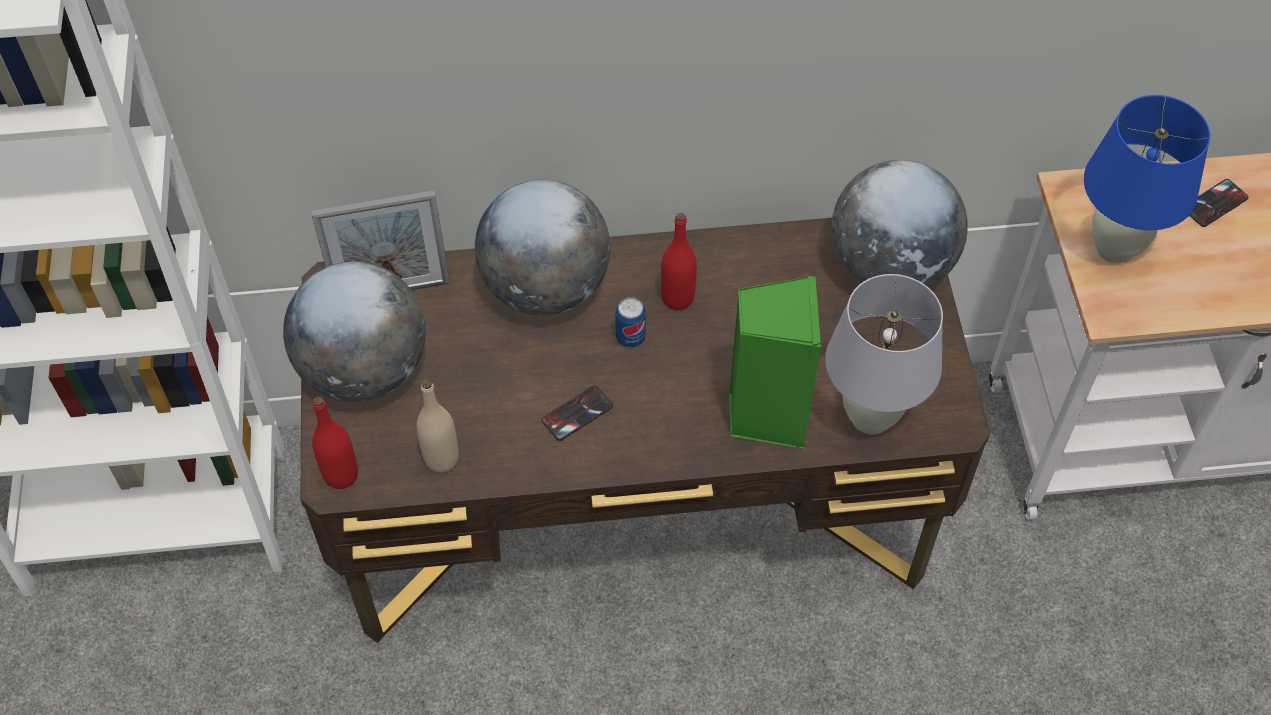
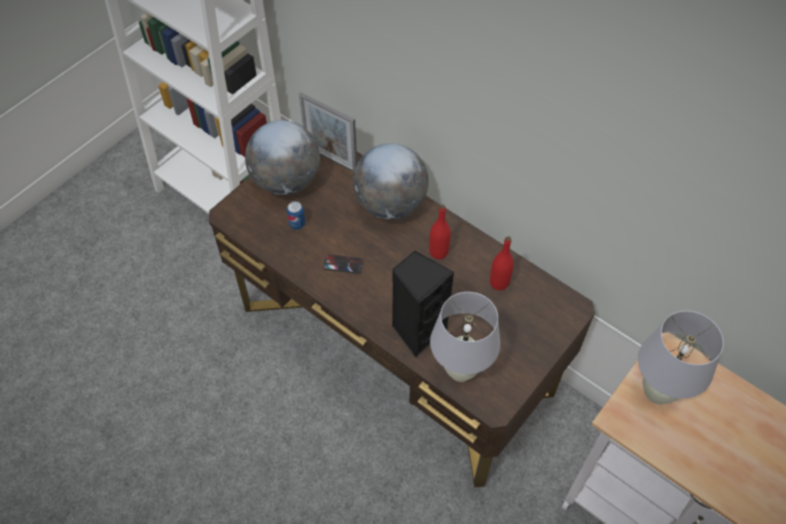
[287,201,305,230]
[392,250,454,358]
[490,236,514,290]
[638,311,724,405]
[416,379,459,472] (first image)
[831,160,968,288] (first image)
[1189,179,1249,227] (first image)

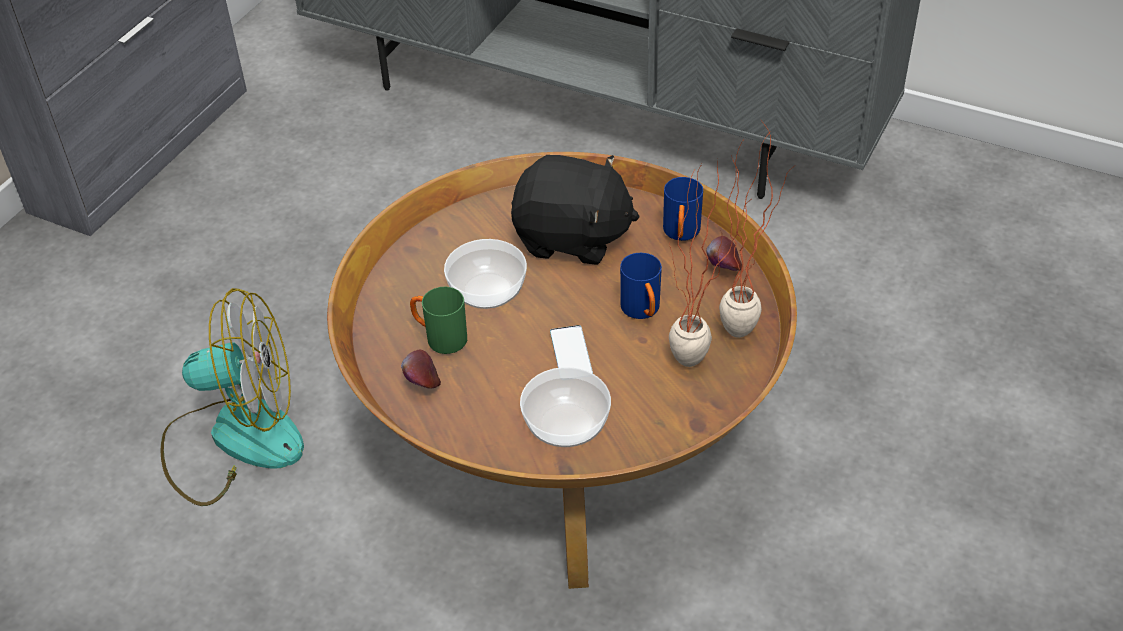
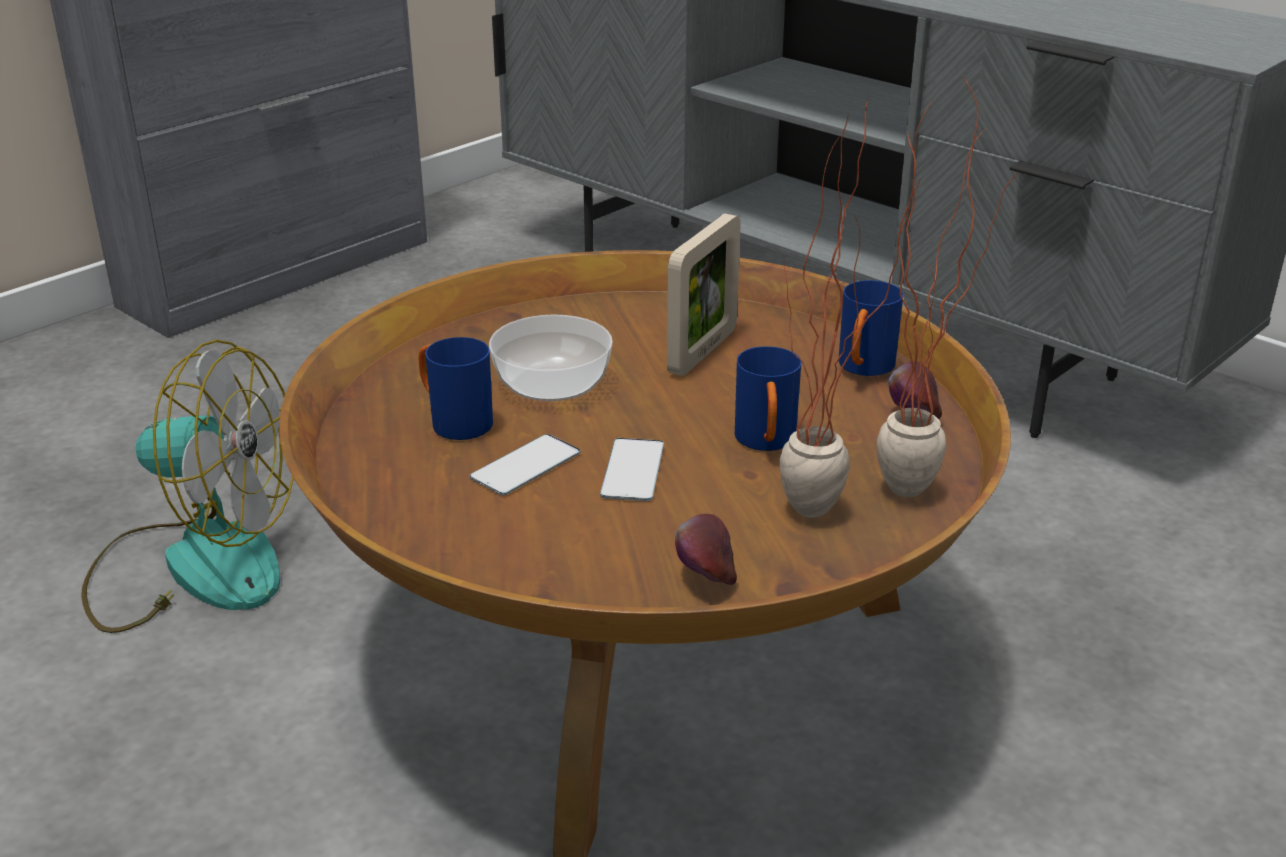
[418,337,493,440]
[469,434,581,495]
[667,213,741,376]
[675,514,737,585]
[520,367,611,447] (first image)

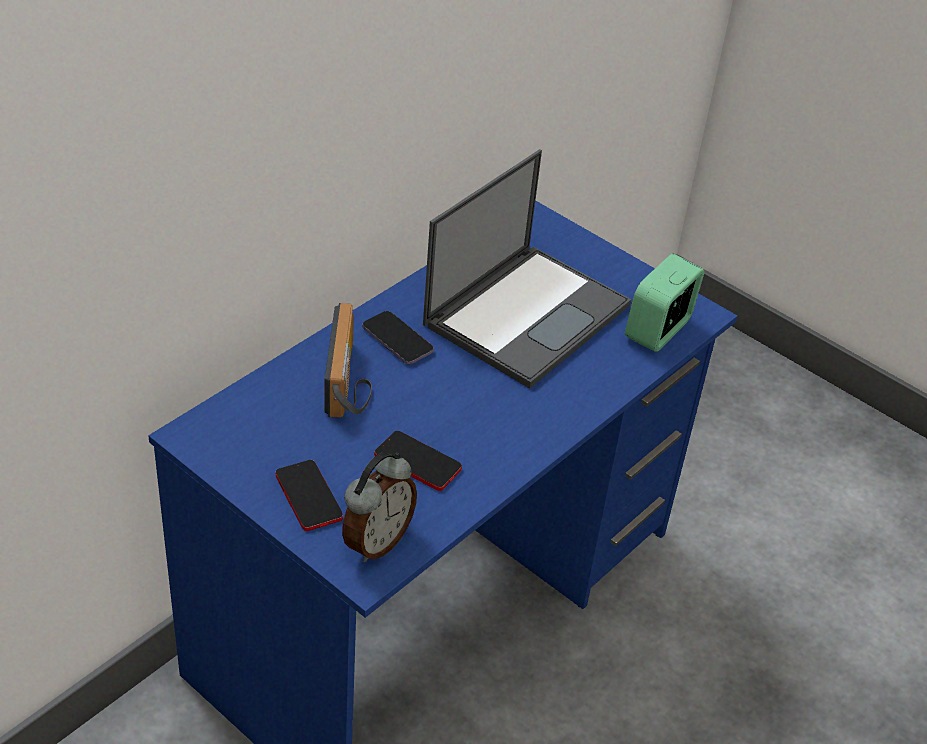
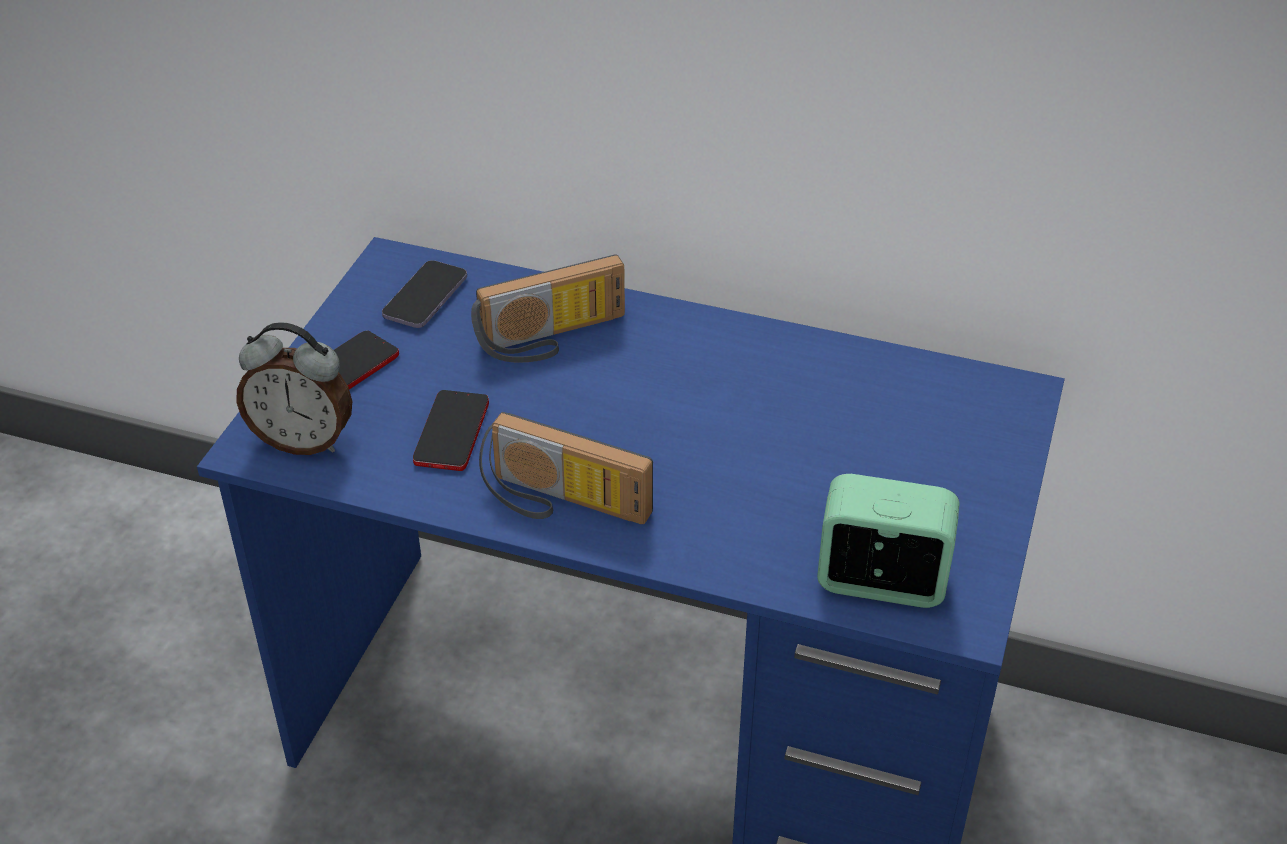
[382,260,467,328]
[479,412,653,524]
[423,149,631,389] (first image)

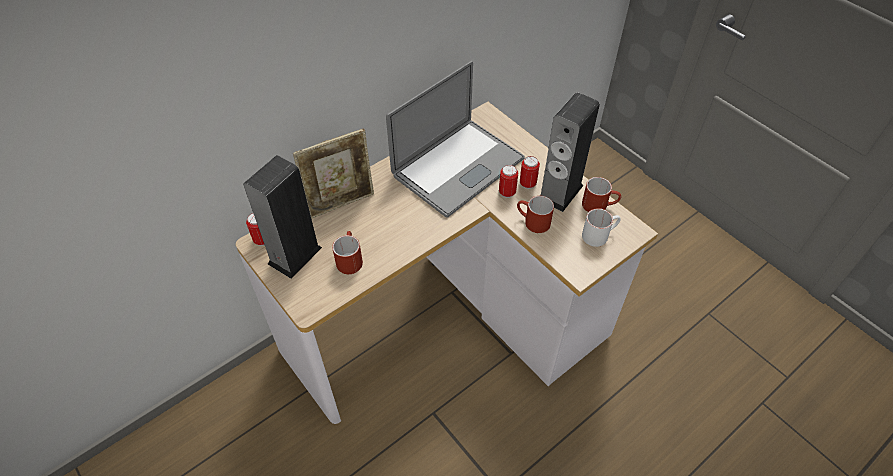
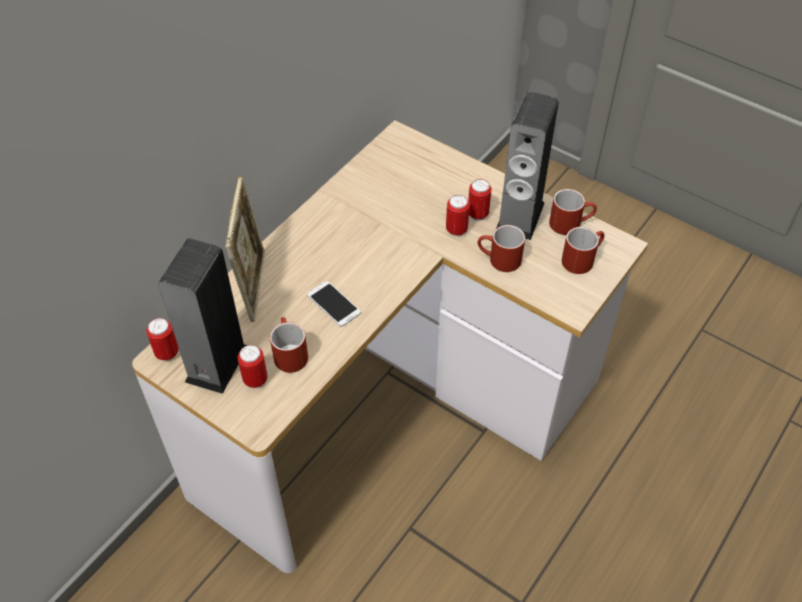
[225,176,265,322]
[238,345,268,388]
[307,281,361,327]
[562,227,605,274]
[386,61,525,218] (first image)

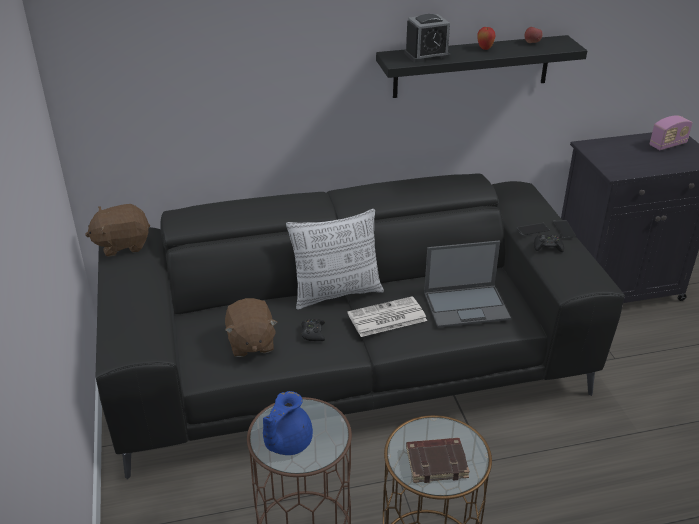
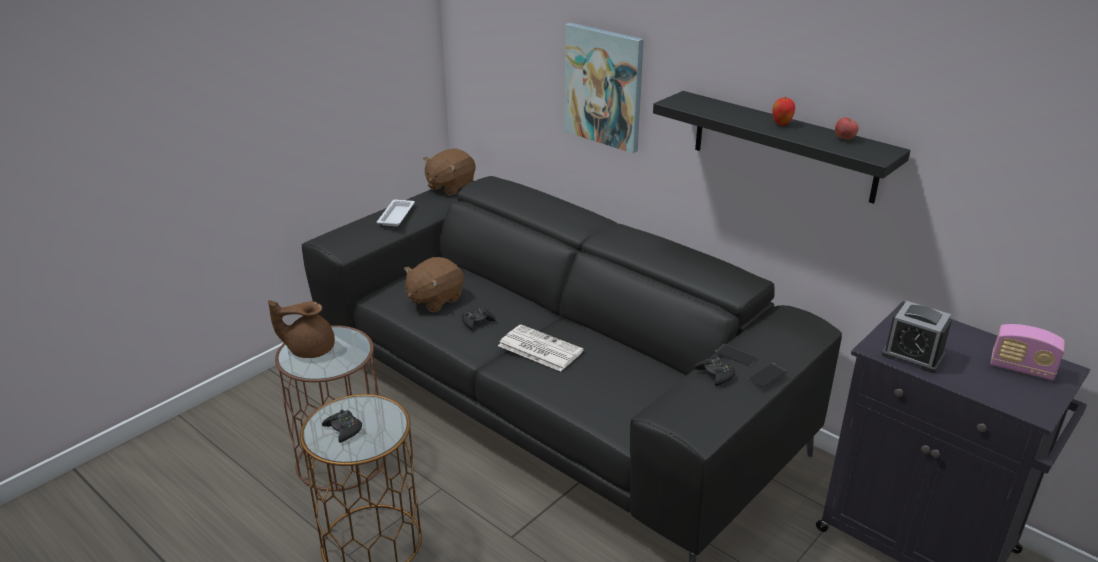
[268,300,335,358]
[322,409,362,443]
[377,200,415,226]
[423,148,475,195]
[564,23,644,153]
[882,301,952,373]
[286,209,384,310] (first image)
[424,240,511,328] (first image)

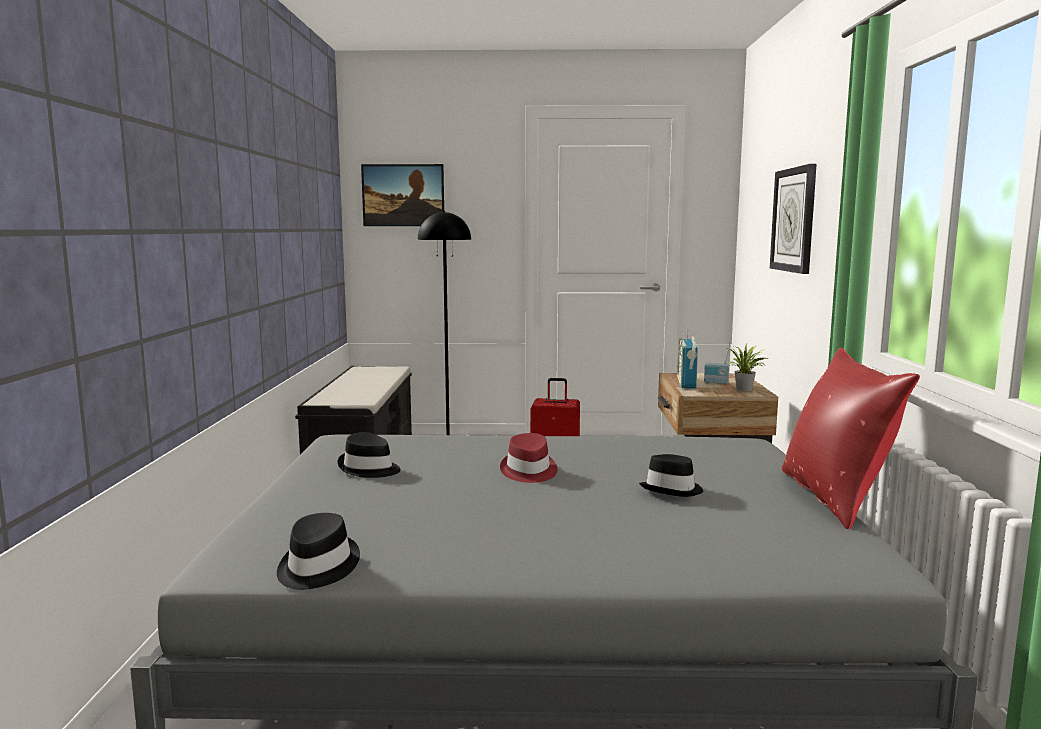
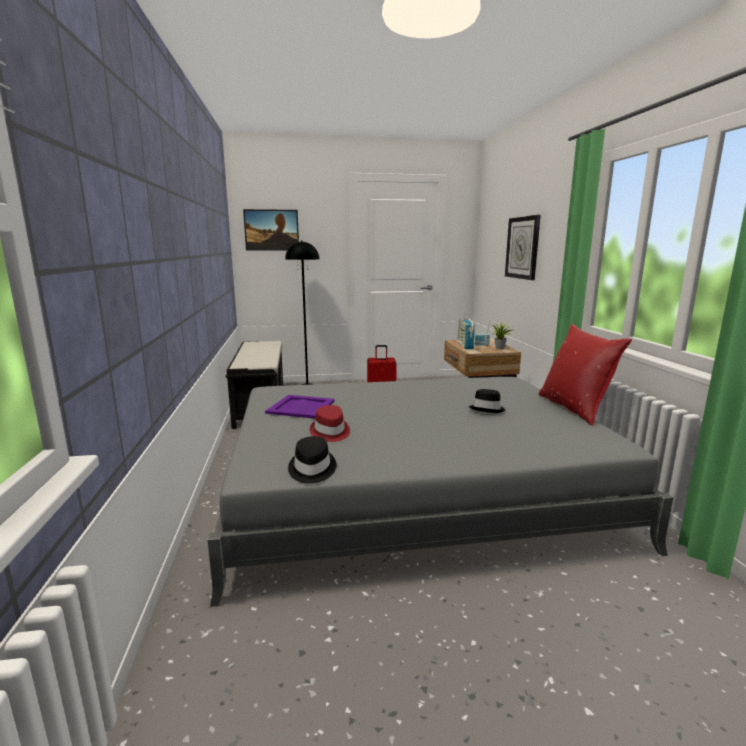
[265,395,335,419]
[310,405,350,442]

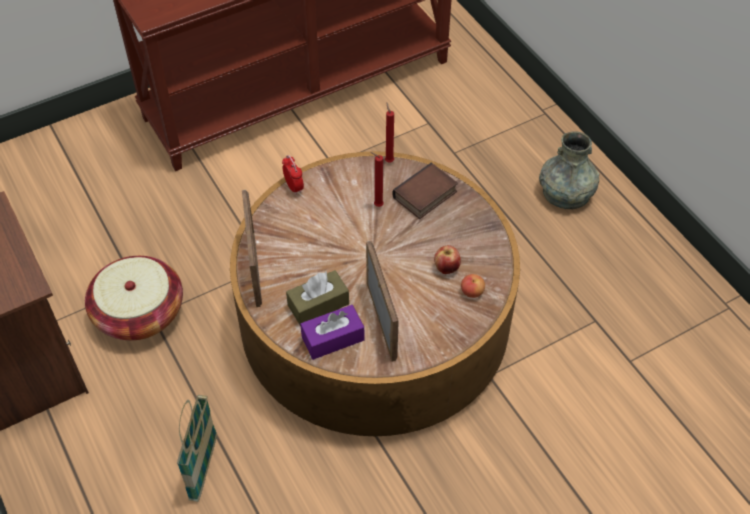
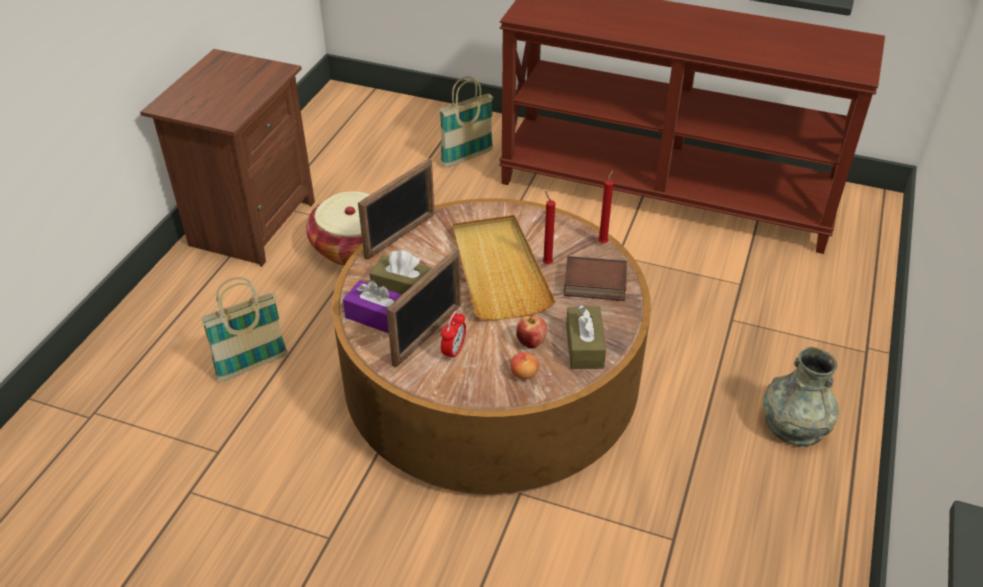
[439,76,493,167]
[441,311,466,361]
[452,215,556,321]
[566,305,606,369]

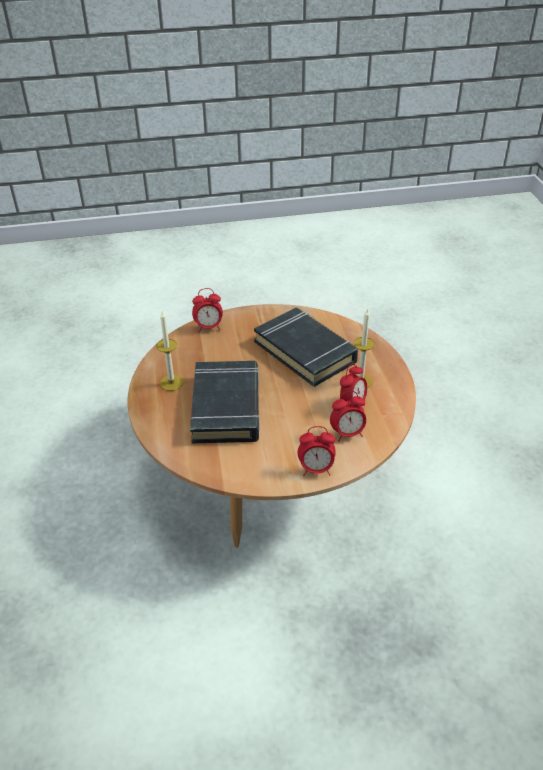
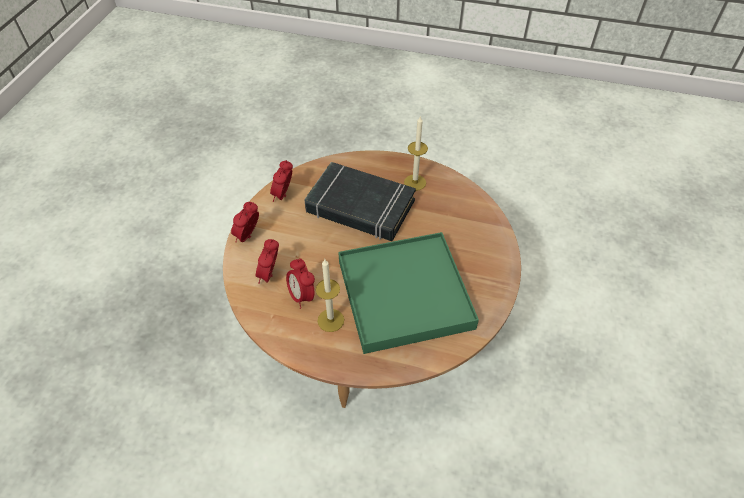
[270,160,293,202]
[338,232,479,354]

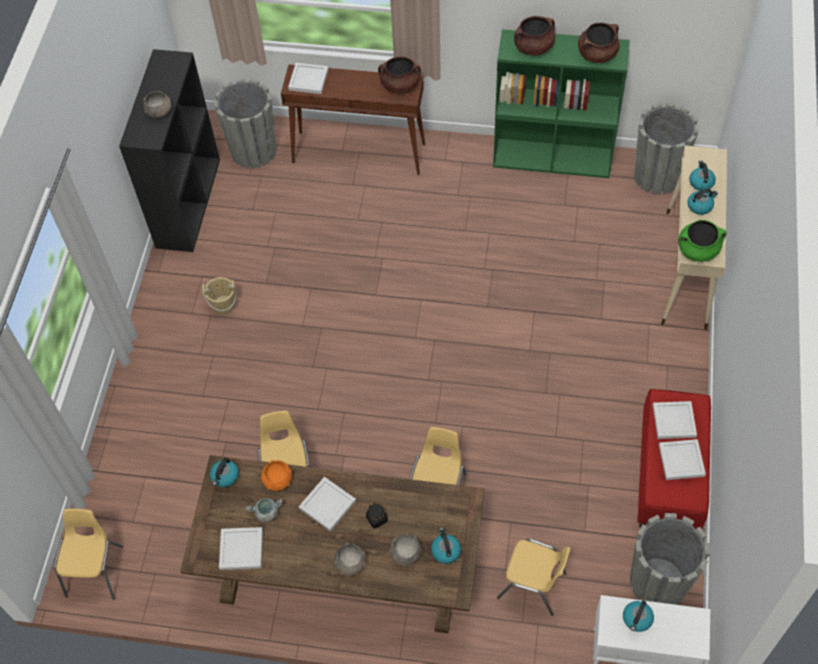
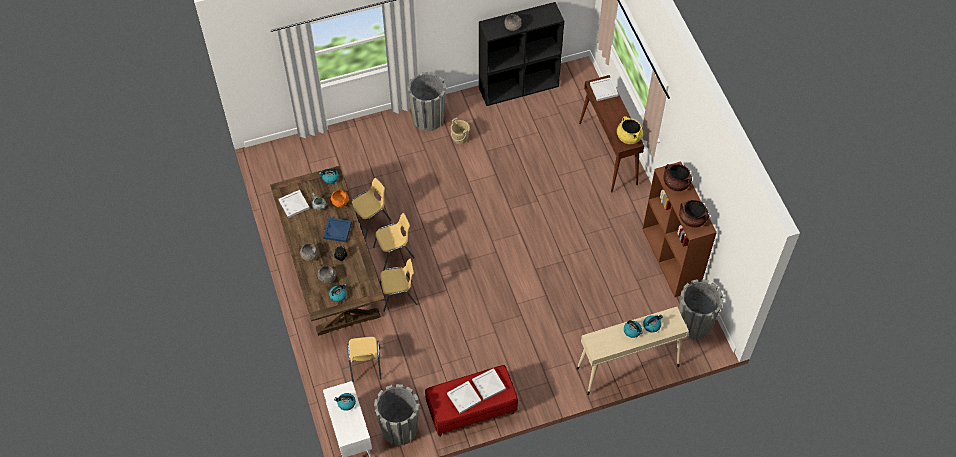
[323,217,352,242]
[373,213,415,270]
[407,72,446,131]
[617,116,643,144]
[643,162,717,297]
[678,220,727,262] (first image)

